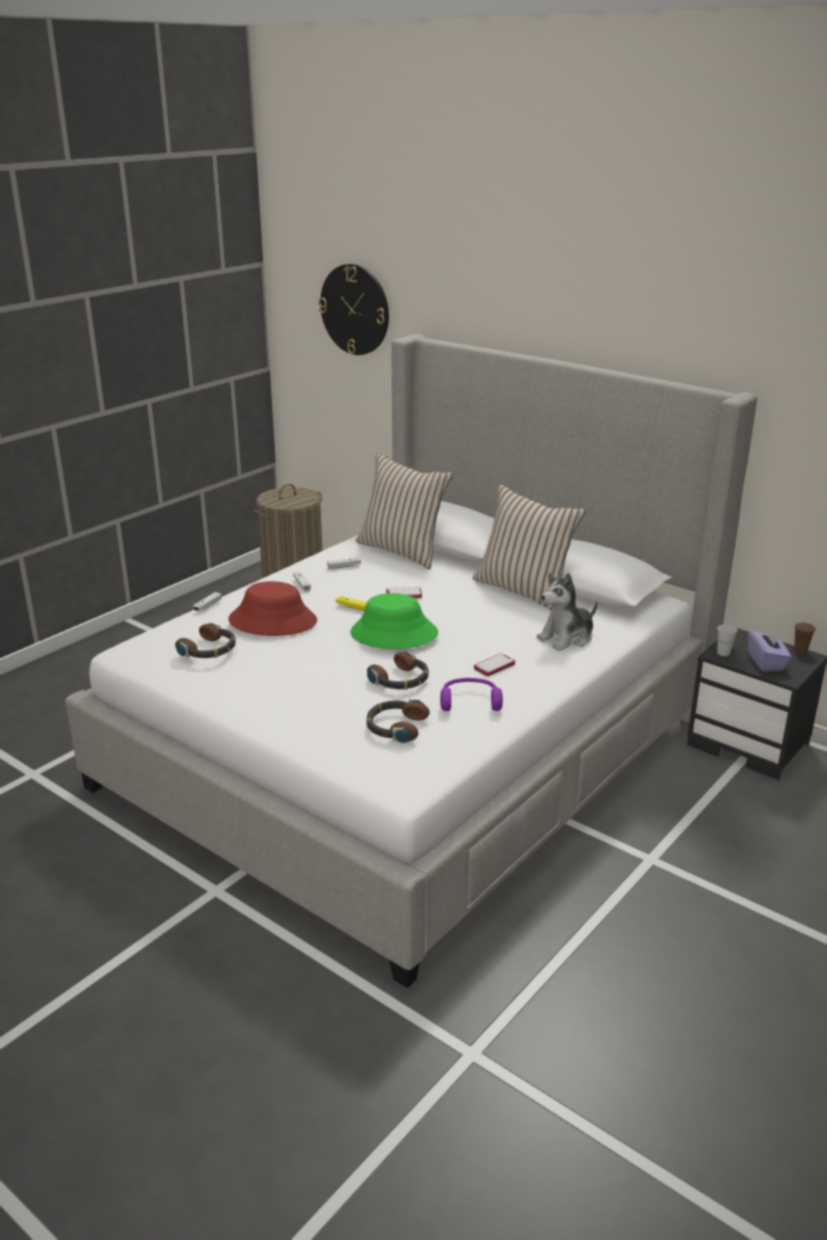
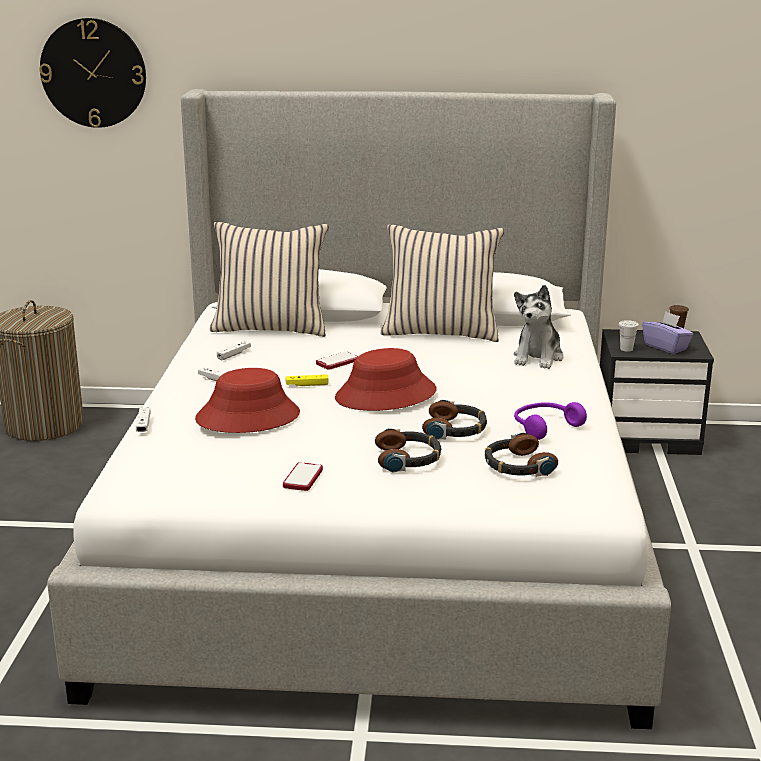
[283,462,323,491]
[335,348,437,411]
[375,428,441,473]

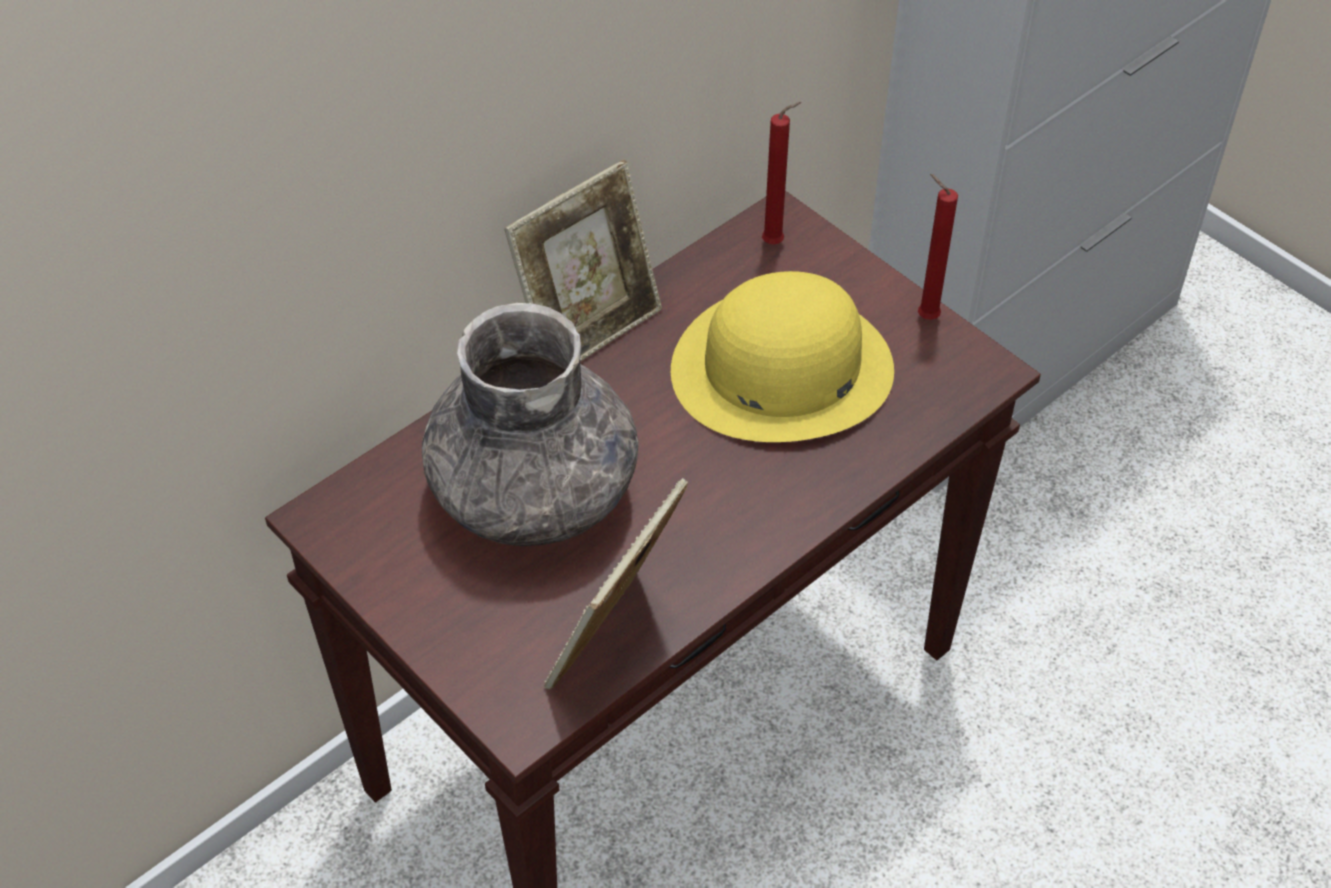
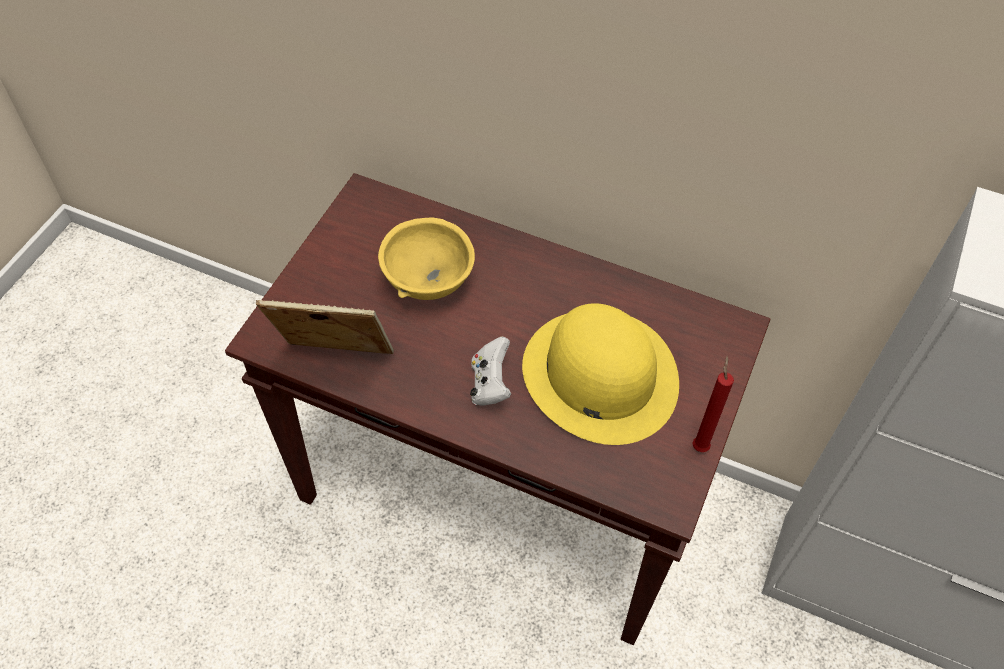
[378,218,475,300]
[470,336,511,406]
[504,160,662,362] (first image)
[762,102,801,245] (first image)

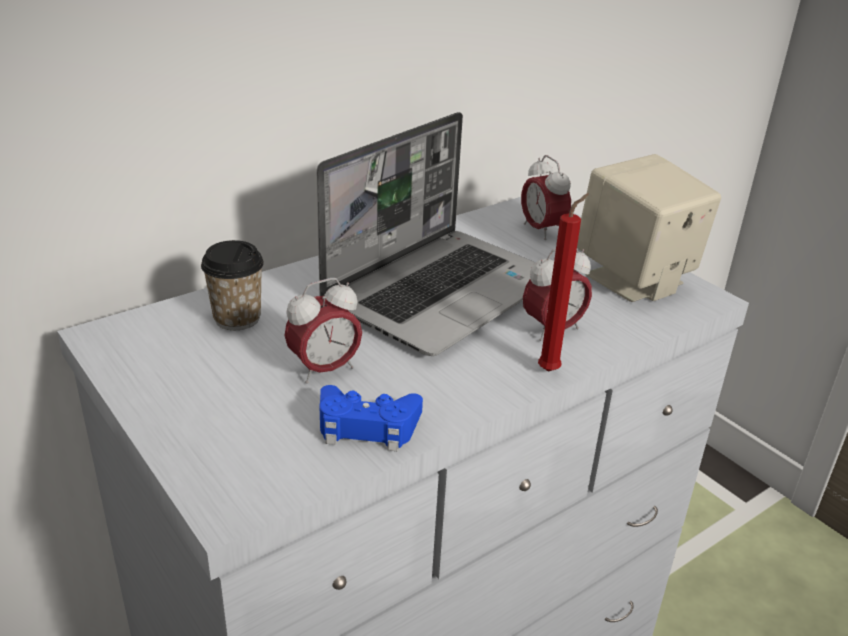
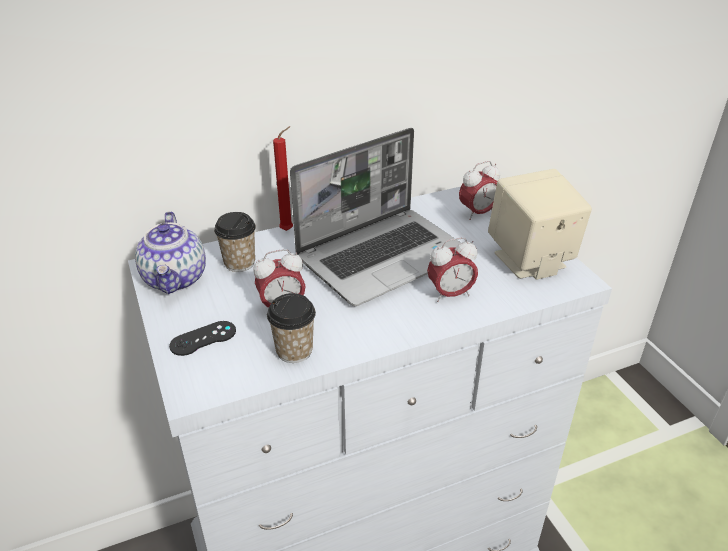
[135,211,206,294]
[169,321,236,356]
[267,293,316,363]
[273,126,293,231]
[459,161,500,220]

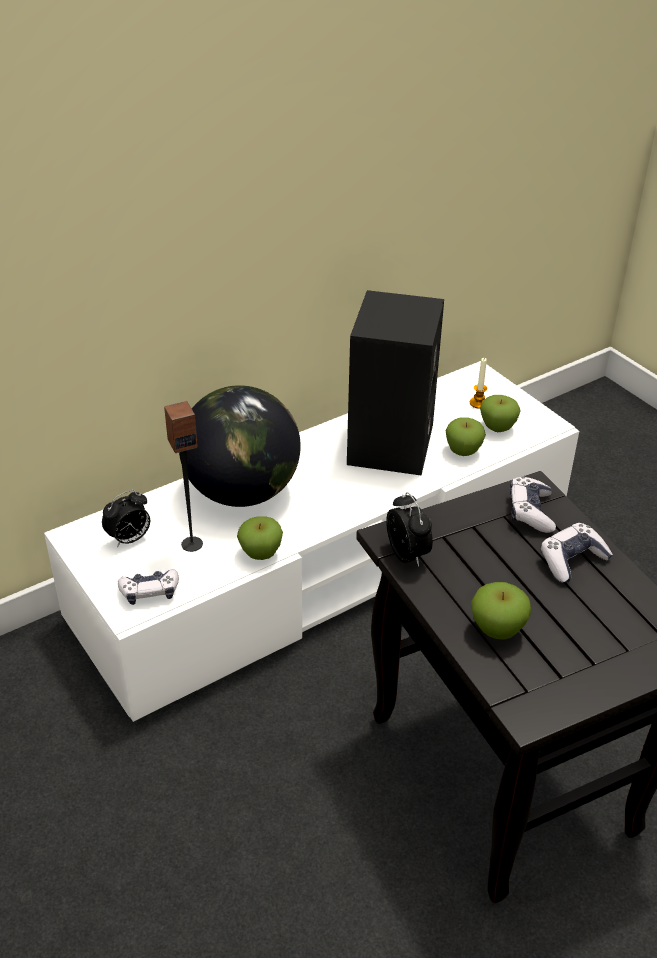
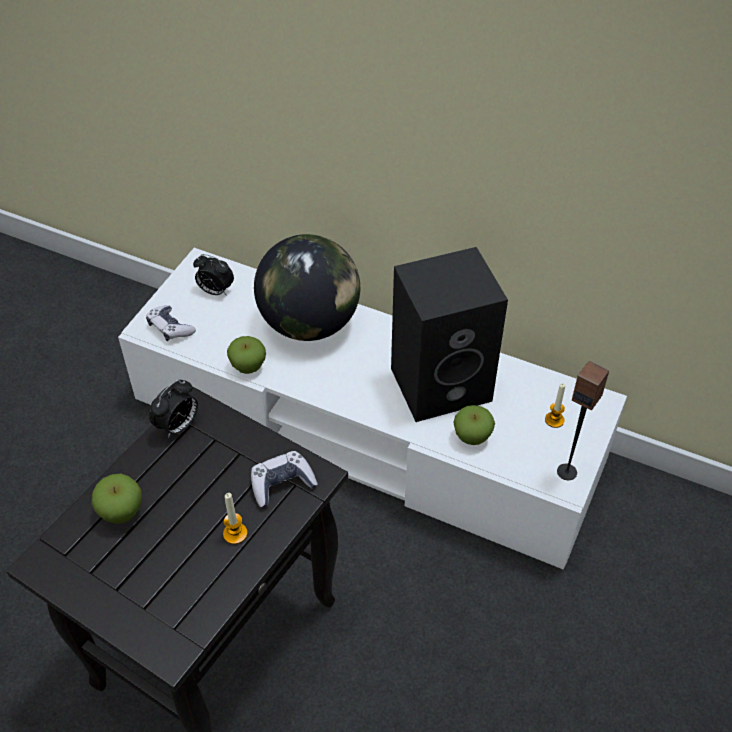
[223,493,248,544]
[557,361,609,480]
[480,395,521,432] (first image)

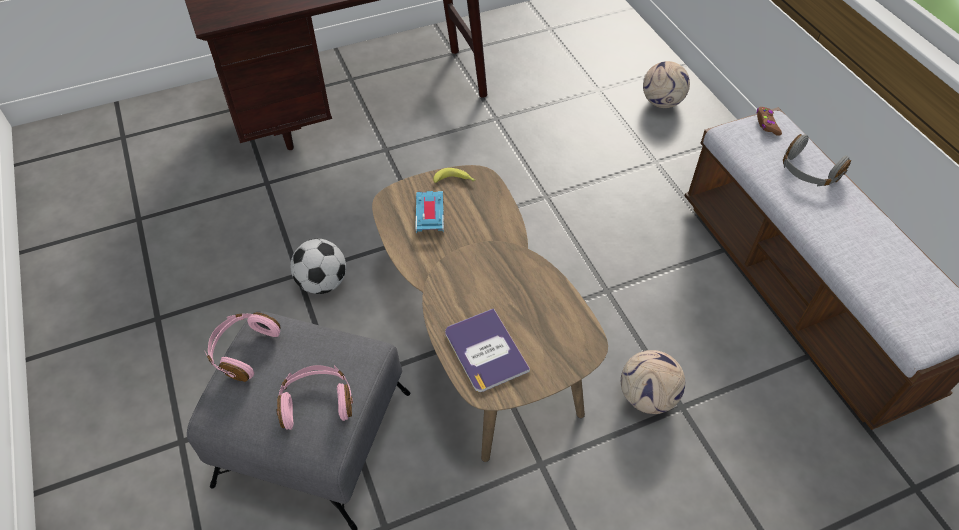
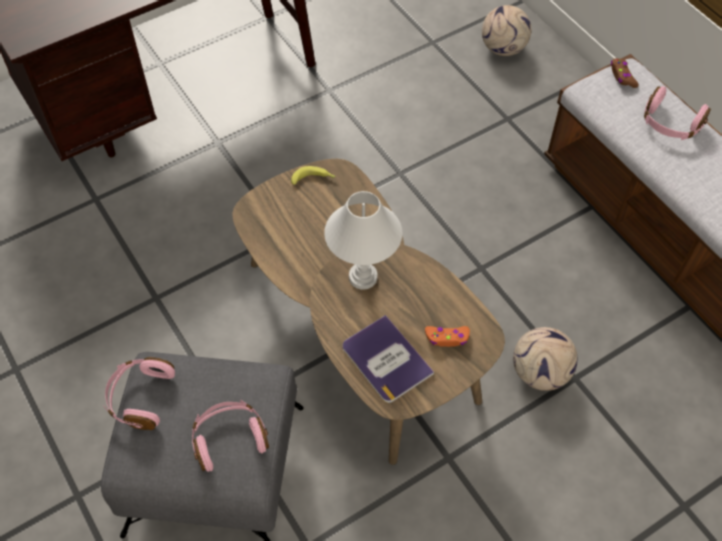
[324,191,402,290]
[425,326,470,347]
[644,86,711,140]
[291,239,346,294] (first image)
[416,191,444,233] (first image)

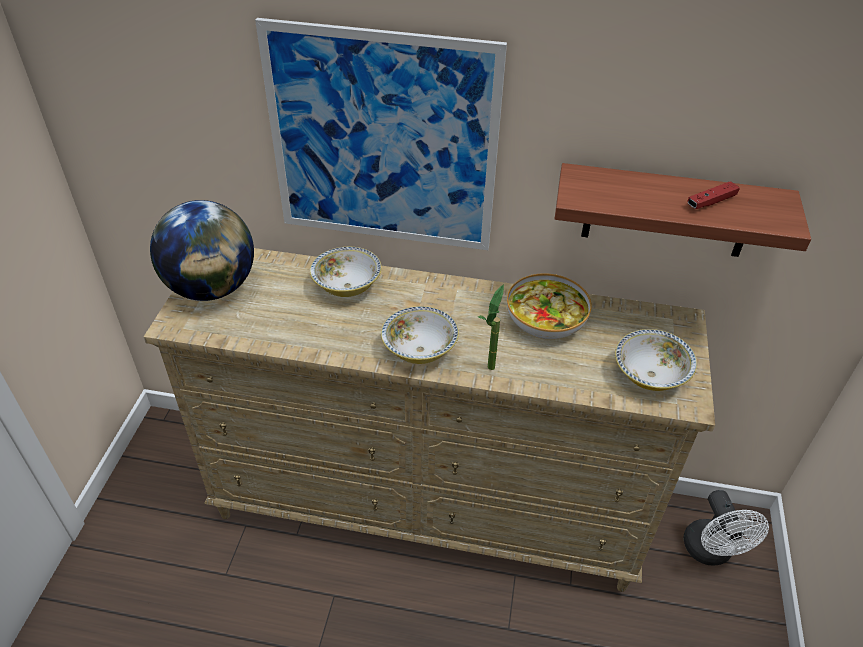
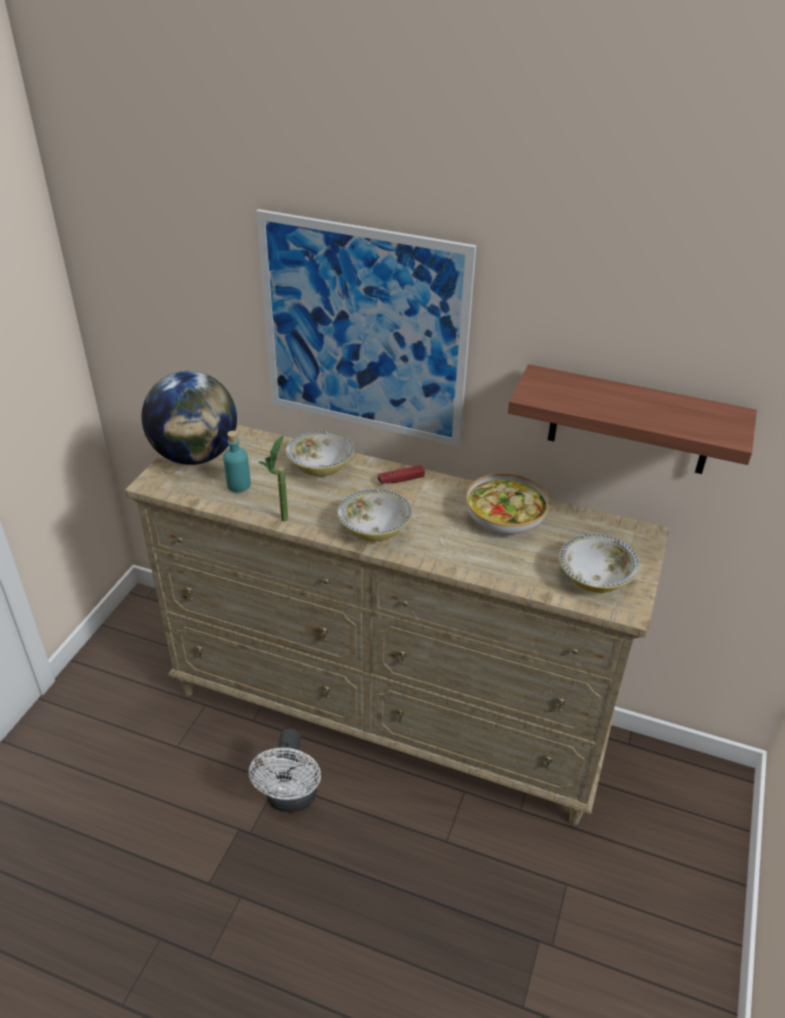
[223,431,251,493]
[249,728,321,813]
[258,435,288,521]
[378,465,425,484]

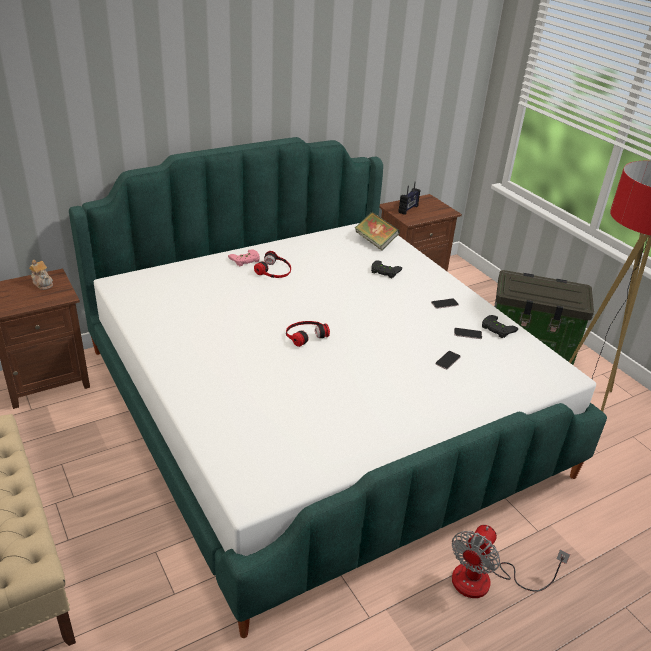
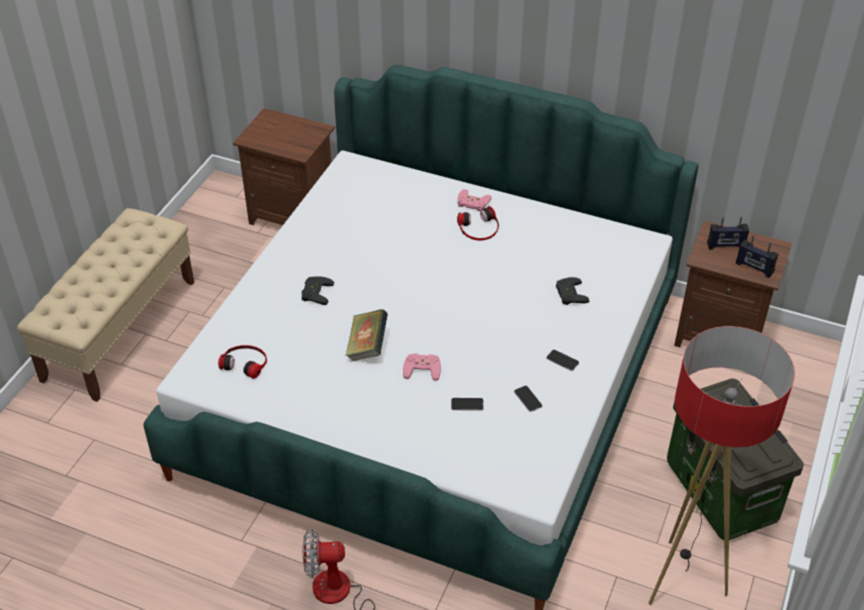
[218,345,267,379]
[302,276,334,305]
[346,309,388,362]
[403,353,441,381]
[736,235,779,278]
[29,260,53,290] (first image)

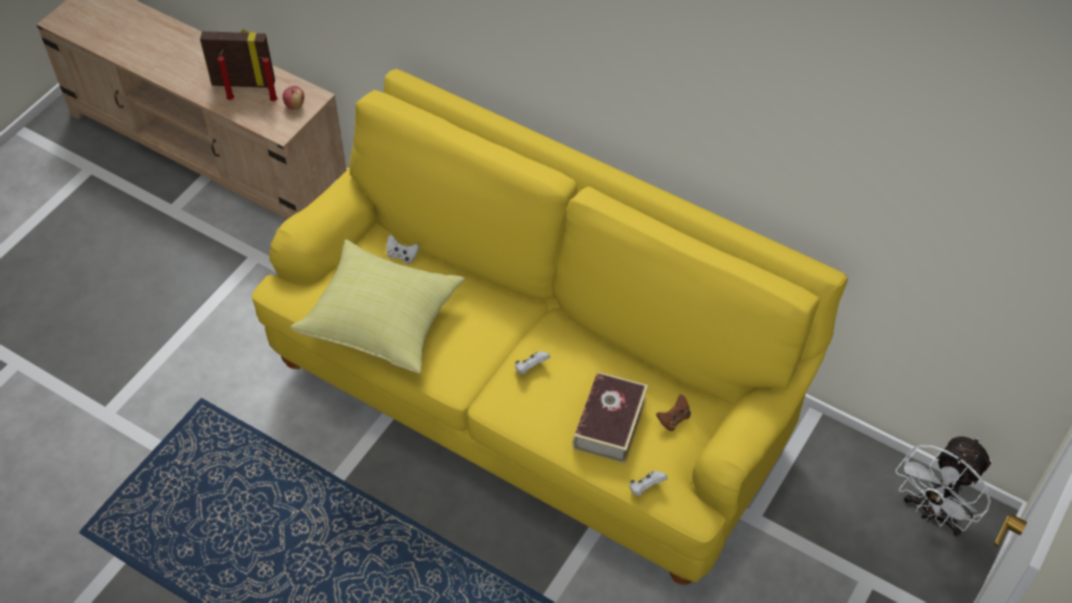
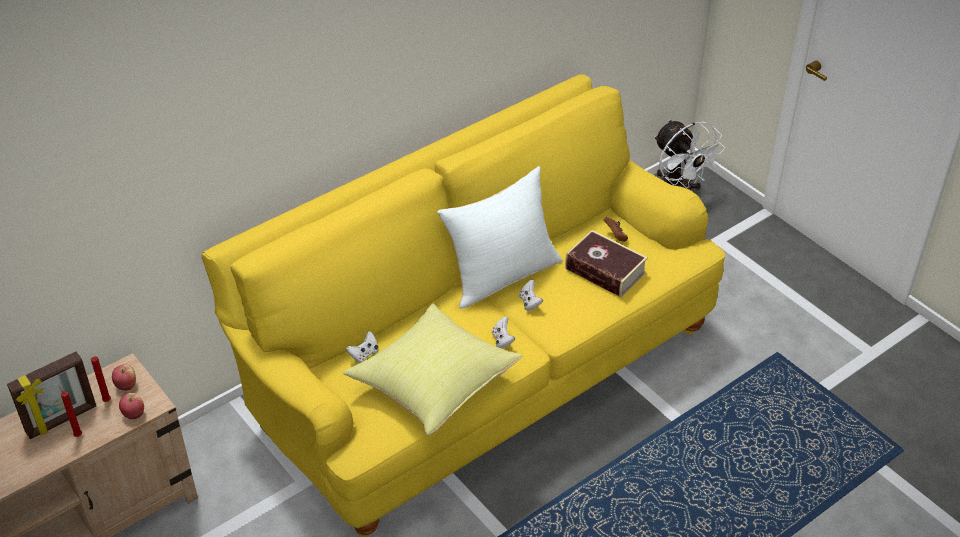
[7,352,96,439]
[119,393,144,419]
[437,166,563,308]
[492,317,515,349]

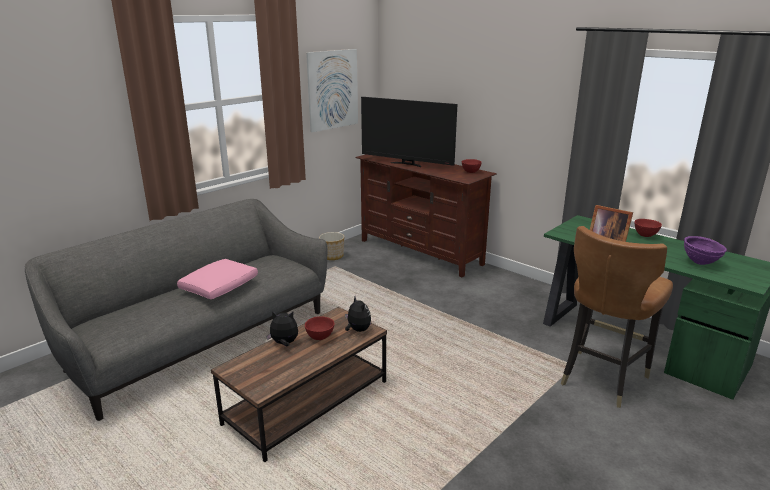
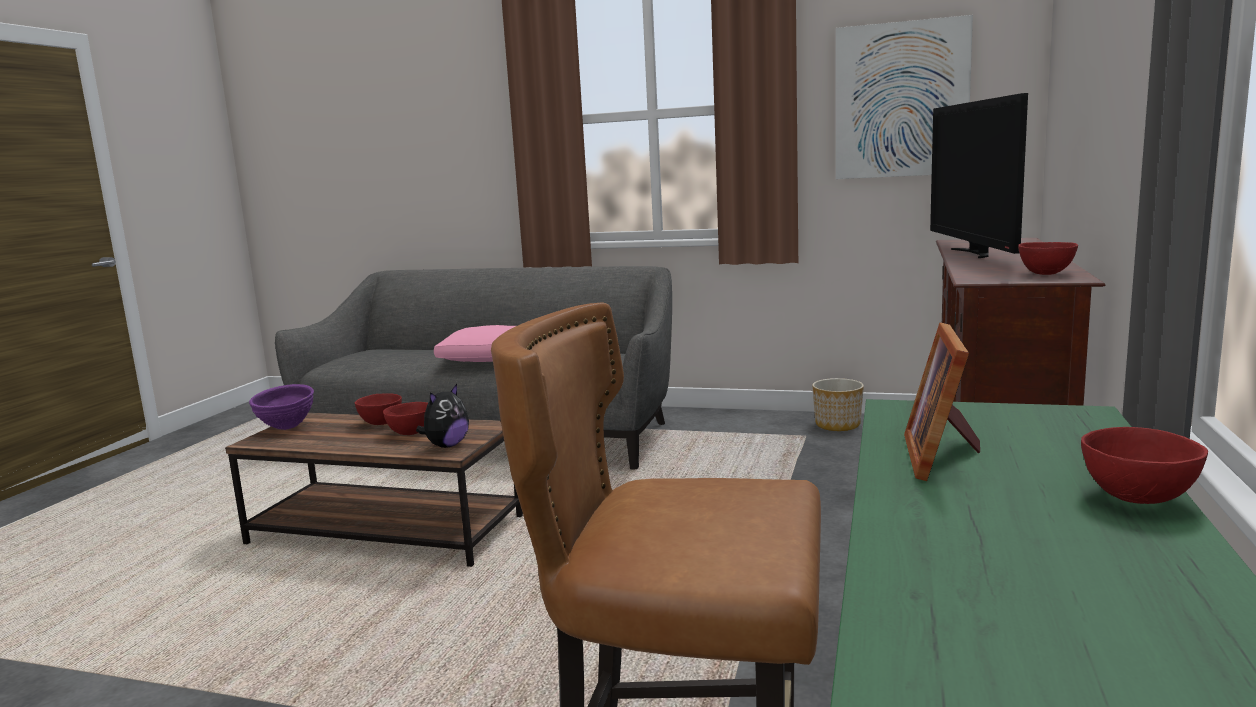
[249,384,314,430]
[355,393,402,425]

